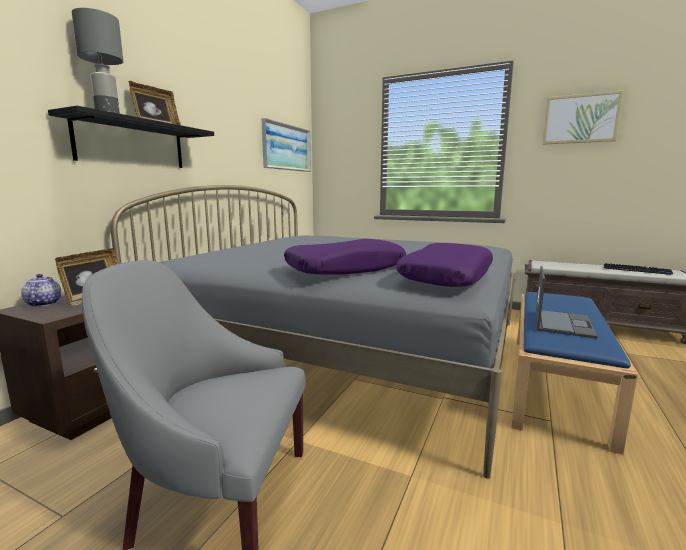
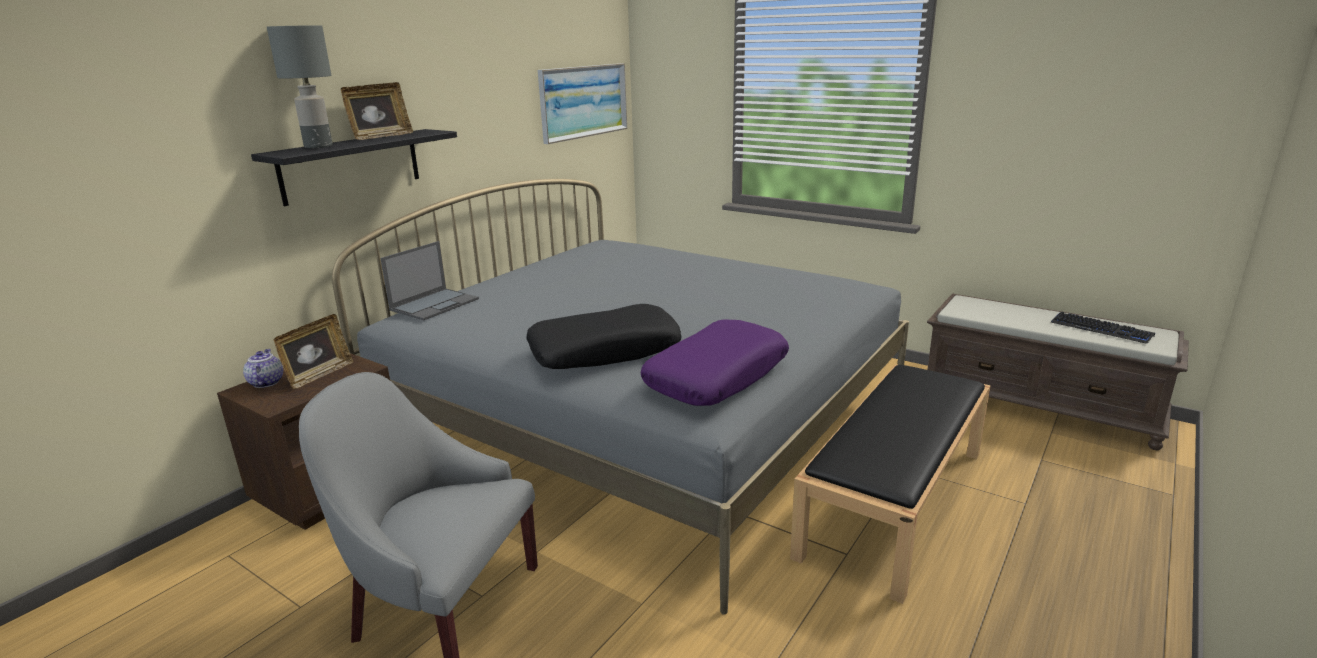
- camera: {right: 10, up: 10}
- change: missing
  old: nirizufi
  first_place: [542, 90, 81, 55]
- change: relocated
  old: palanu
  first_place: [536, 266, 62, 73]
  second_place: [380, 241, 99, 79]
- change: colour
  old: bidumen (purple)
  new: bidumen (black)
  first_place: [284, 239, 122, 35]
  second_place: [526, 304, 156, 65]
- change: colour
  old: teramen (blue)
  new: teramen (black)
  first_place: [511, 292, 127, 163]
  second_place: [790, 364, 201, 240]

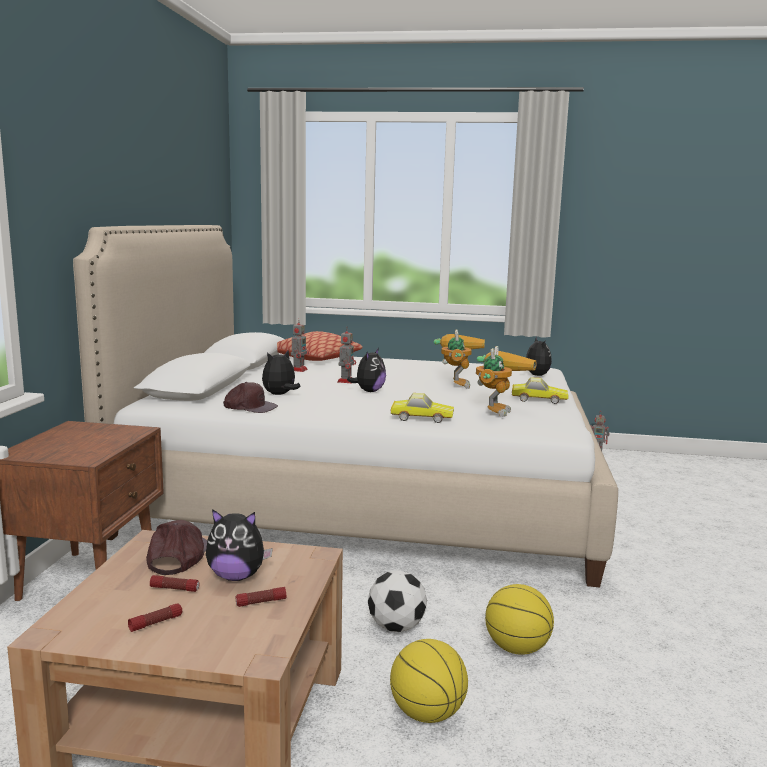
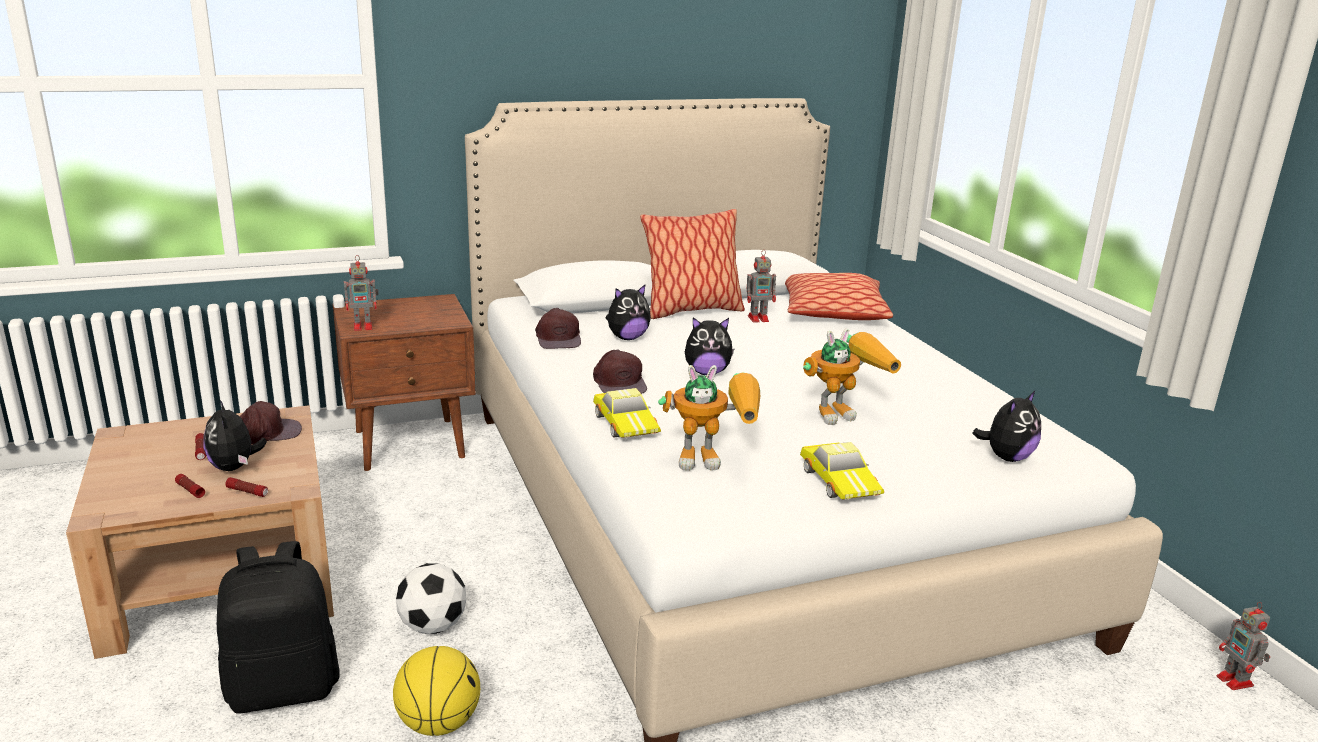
- camera: {right: 60, up: 10}
- change: appeared
  new: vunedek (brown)
  second_place: [593, 349, 54, 45]
- change: appeared
  new: bidumen
  second_place: [640, 209, 105, 110]
- change: relocated
  old: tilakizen
  first_place: [128, 603, 54, 29]
  second_place: [225, 477, 43, 20]
- change: relocated
  old: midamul
  first_place: [337, 328, 19, 55]
  second_place: [344, 255, 35, 76]
- change: exchanged
  old: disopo
  new: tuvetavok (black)
  first_place: [390, 639, 78, 84]
  second_place: [217, 541, 123, 173]
- change: spun
  old: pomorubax
  first_place: [262, 350, 38, 45]
  second_place: [606, 284, 45, 56]
  degrees: 135

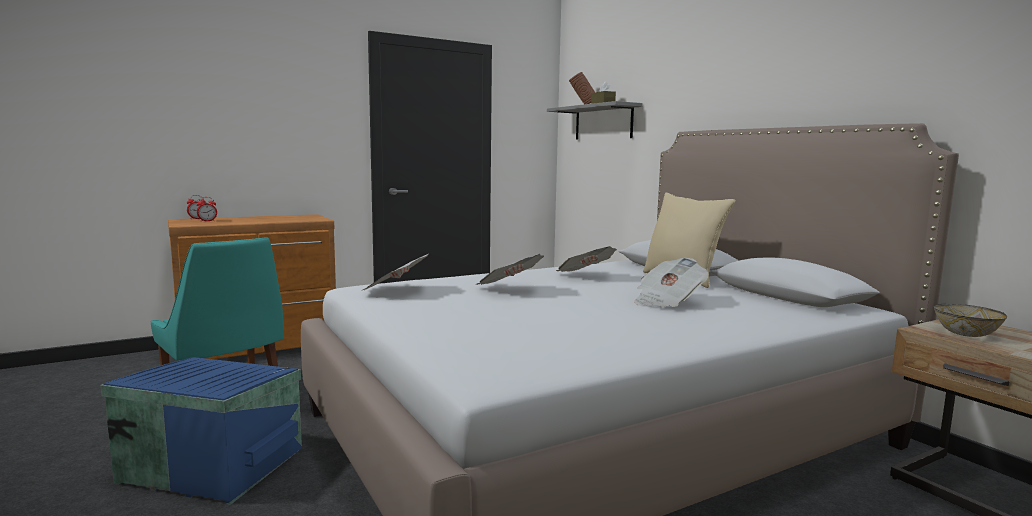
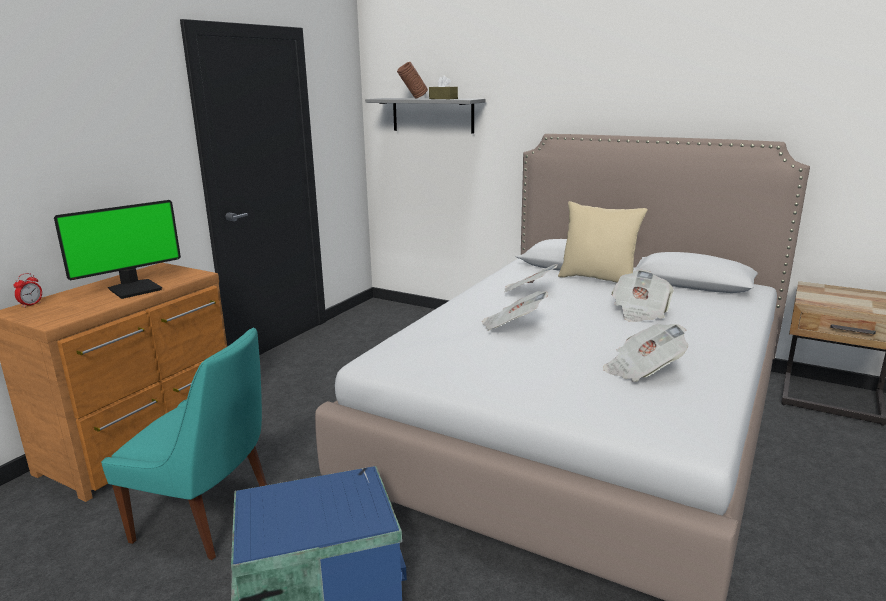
- camera: {right: -30, up: 10}
- change: missing
  old: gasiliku
  first_place: [197, 197, 20, 25]
- change: missing
  old: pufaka
  first_place: [934, 304, 73, 33]
- change: appeared
  new: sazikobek
  second_place: [54, 200, 127, 99]
- change: relocated
  old: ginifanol
  first_place: [363, 254, 65, 36]
  second_place: [603, 324, 85, 58]

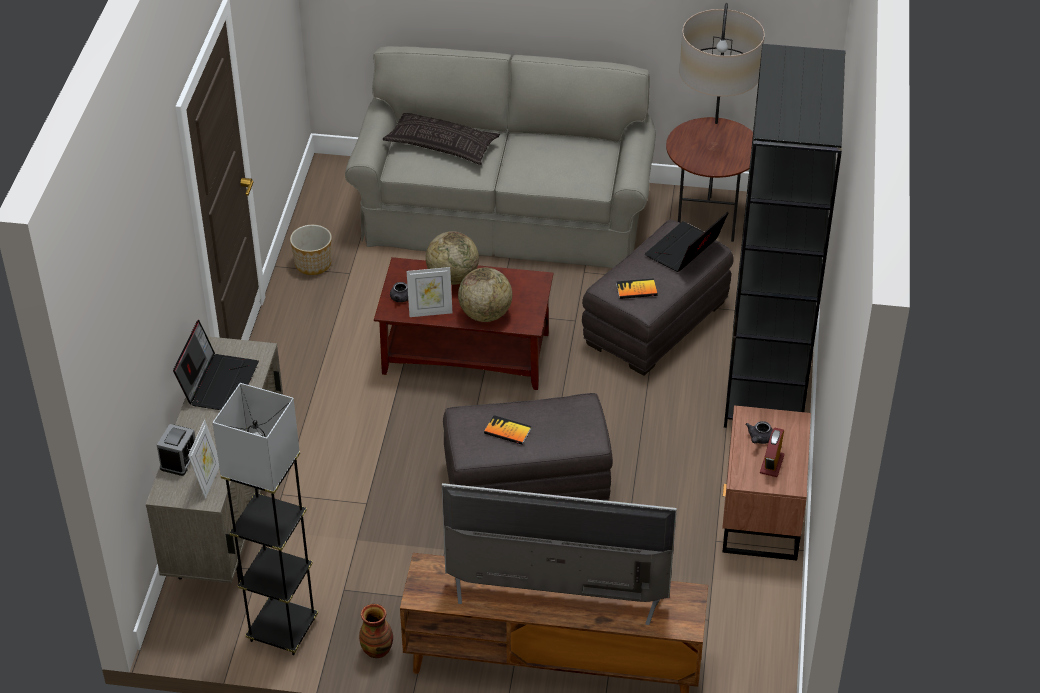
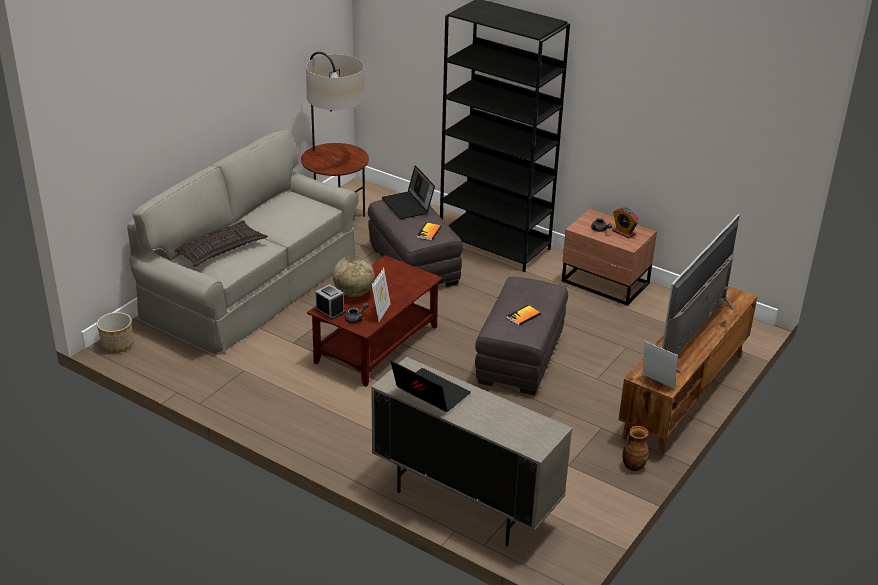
- camera: {right: -65, up: -10}
- change: missing
  old: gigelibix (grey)
  first_place: [213, 383, 105, 272]
- change: missing
  old: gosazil
  first_place: [458, 268, 54, 54]
- change: relocated
  old: gasiliku
  first_place: [157, 424, 39, 52]
  second_place: [315, 284, 30, 36]
- change: relocated
  old: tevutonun
  first_place: [188, 420, 31, 79]
  second_place: [642, 341, 35, 48]
- change: relocated
  old: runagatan
  first_place: [290, 225, 42, 50]
  second_place: [97, 312, 36, 41]

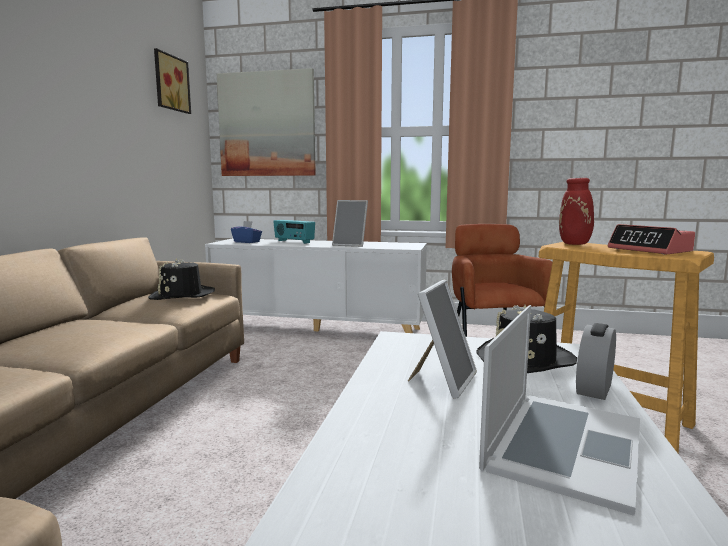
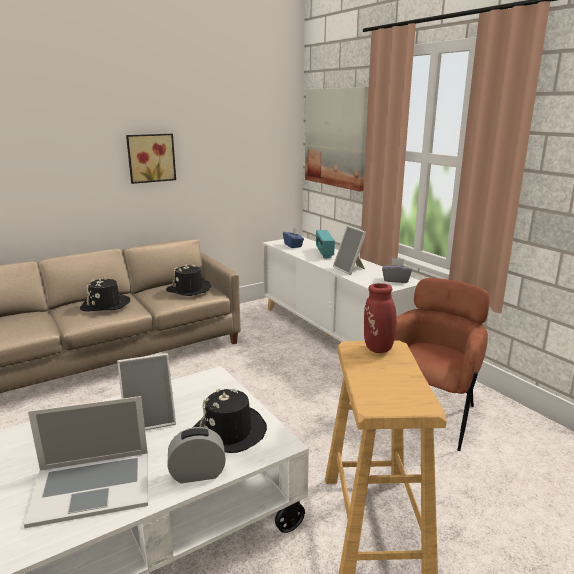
- camera: {right: 45, up: 10}
- change: missing
  old: gasiliku
  first_place: [608, 224, 87, 30]
- change: appeared
  new: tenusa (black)
  second_place: [80, 277, 50, 35]
- change: appeared
  new: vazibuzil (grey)
  second_place: [382, 258, 30, 25]
- change: relocated
  old: nirizufi
  first_place: [154, 48, 37, 66]
  second_place: [126, 134, 50, 50]

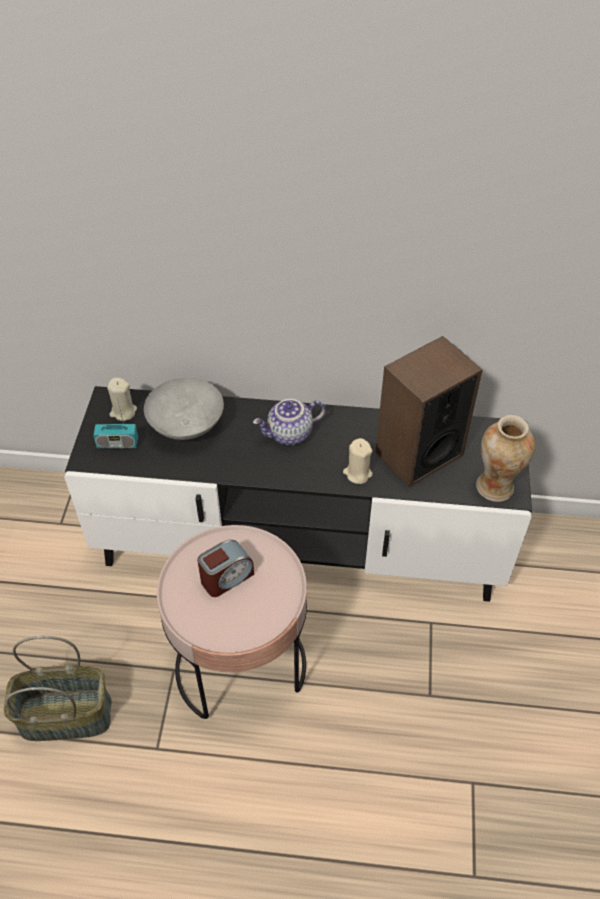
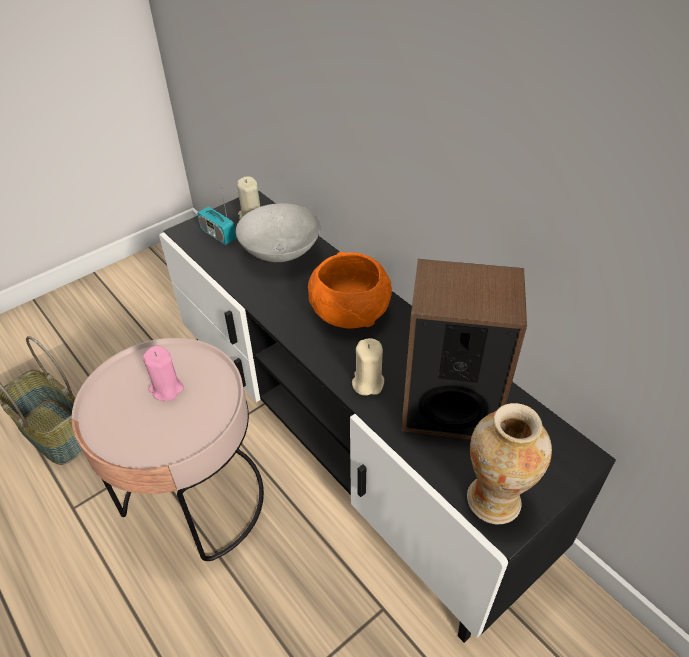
- camera: {right: 45, up: -5}
- change: exchanged
  old: gasiliku
  new: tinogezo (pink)
  first_place: [197, 540, 57, 57]
  second_place: [143, 346, 41, 56]
- change: exchanged
  old: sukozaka
  new: pufaka (orange)
  first_place: [253, 399, 72, 46]
  second_place: [308, 252, 84, 76]

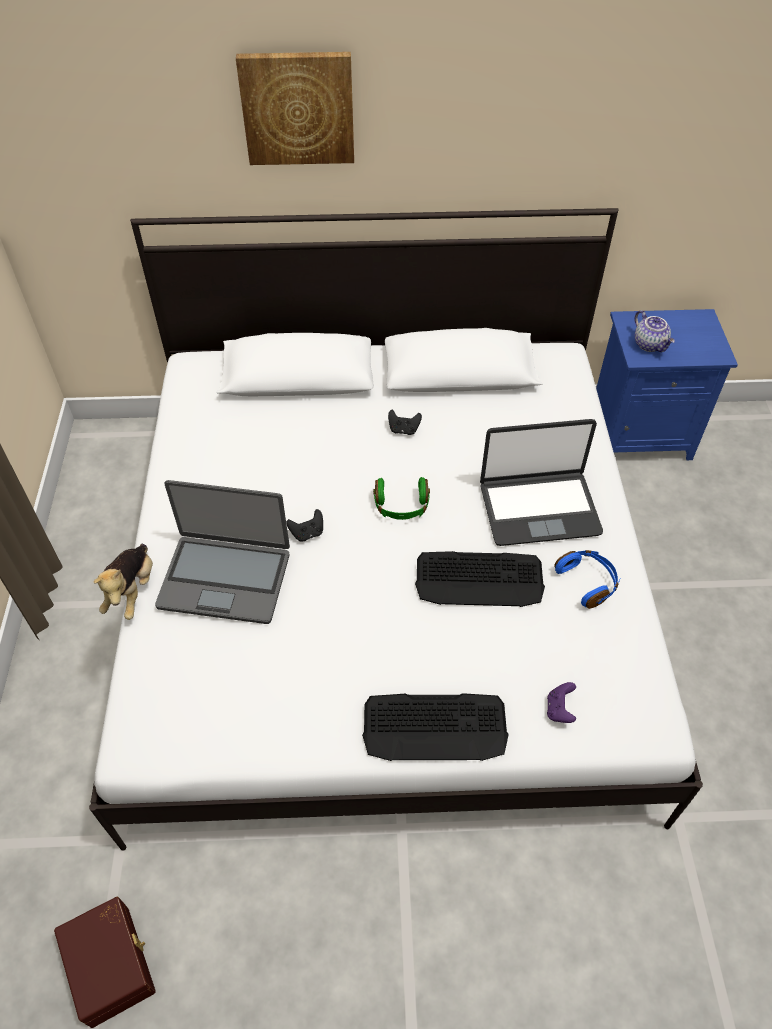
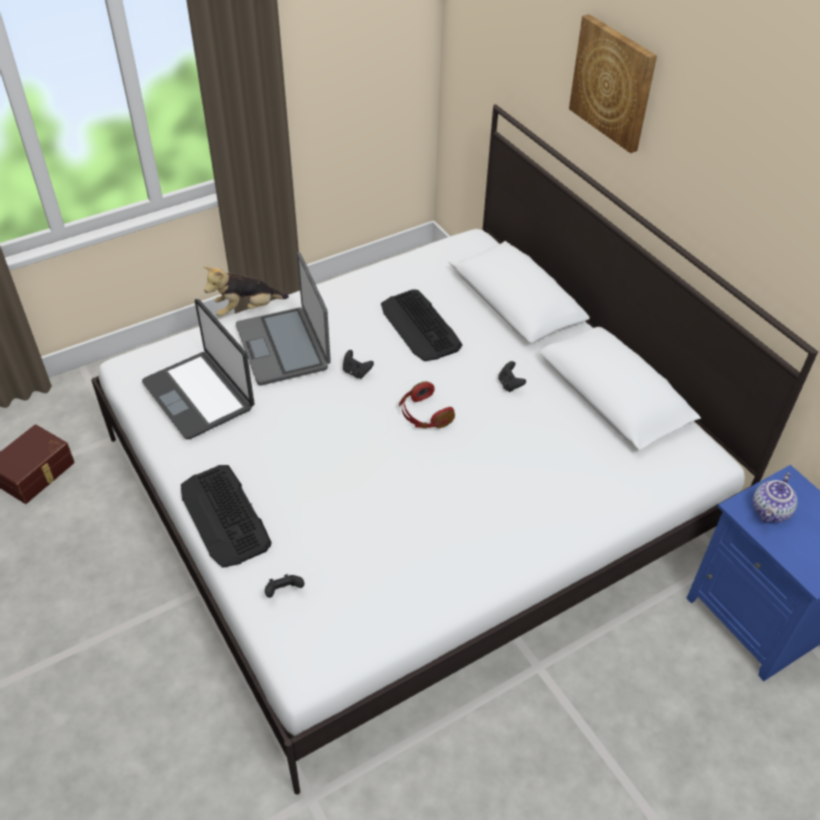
- camera: {right: 60, up: -5}
- change: missing
  old: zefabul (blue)
  first_place: [554, 550, 66, 59]
- change: relocated
  old: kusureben
  first_place: [415, 551, 130, 56]
  second_place: [381, 289, 81, 72]
- change: relocated
  old: palanu
  first_place: [480, 419, 123, 127]
  second_place: [142, 299, 112, 140]
- change: colour
  old: zefabul (green)
  new: zefabul (red)
  first_place: [373, 477, 57, 43]
  second_place: [399, 381, 56, 47]
- change: colour
  old: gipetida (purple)
  new: gipetida (black)
  first_place: [547, 682, 29, 41]
  second_place: [265, 574, 39, 24]

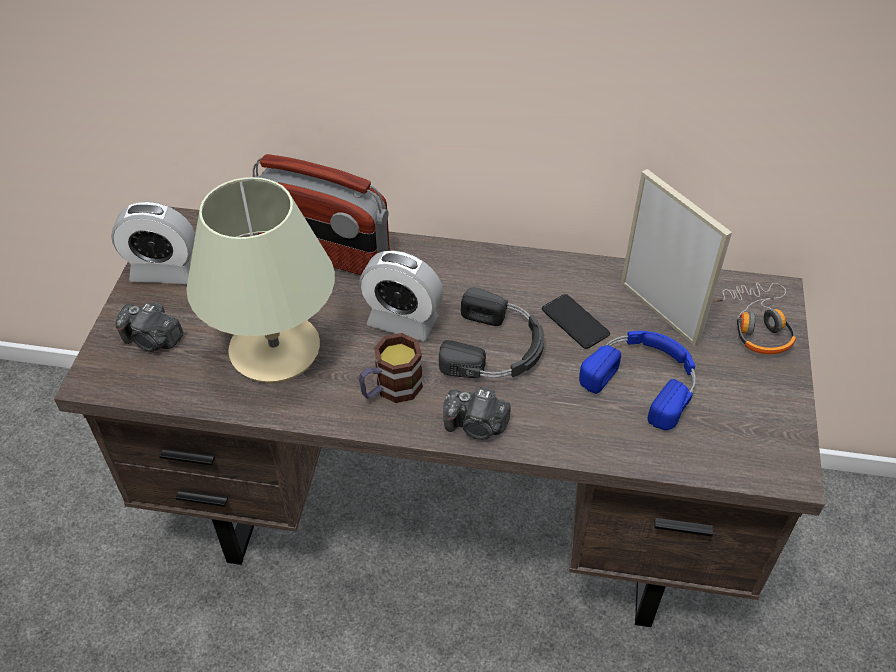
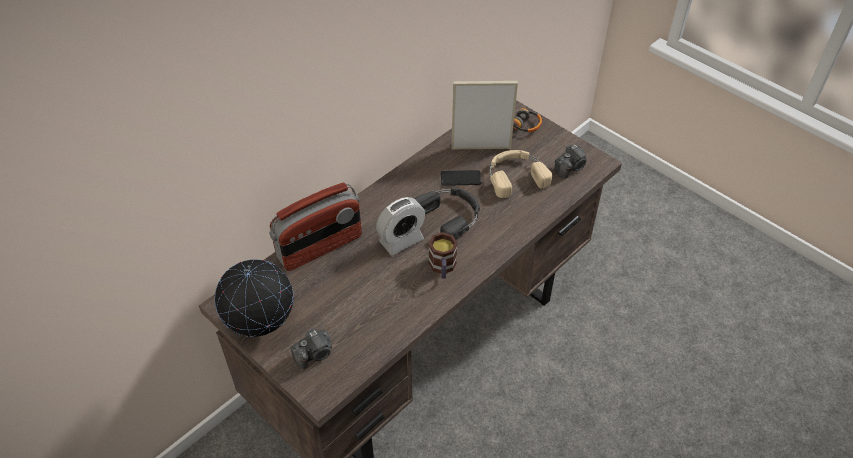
- camera: {right: -55, up: 0}
- change: missing
  old: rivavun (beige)
  first_place: [186, 177, 149, 206]
- change: relocated
  old: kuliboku
  first_place: [443, 386, 68, 54]
  second_place: [554, 145, 32, 33]
- change: exchanged
  old: gasiliku
  new: gosazil
  first_place: [111, 202, 84, 82]
  second_place: [215, 259, 78, 78]
- change: colour
  old: zefabul (blue)
  new: zefabul (beige)
  first_place: [579, 331, 117, 99]
  second_place: [489, 150, 63, 48]

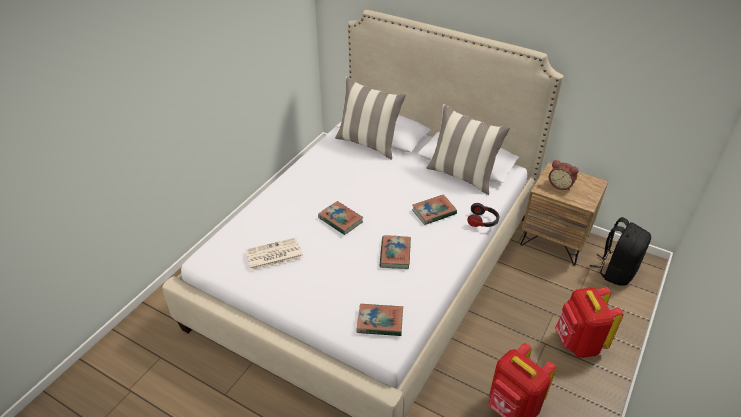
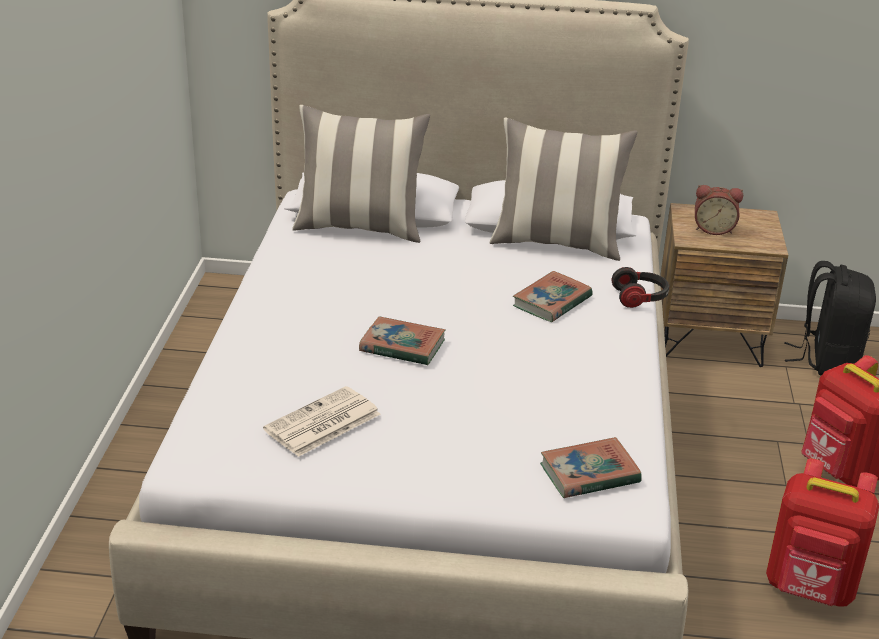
- camera: {right: -25, up: -10}
- change: missing
  old: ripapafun
  first_place: [380, 236, 31, 33]

